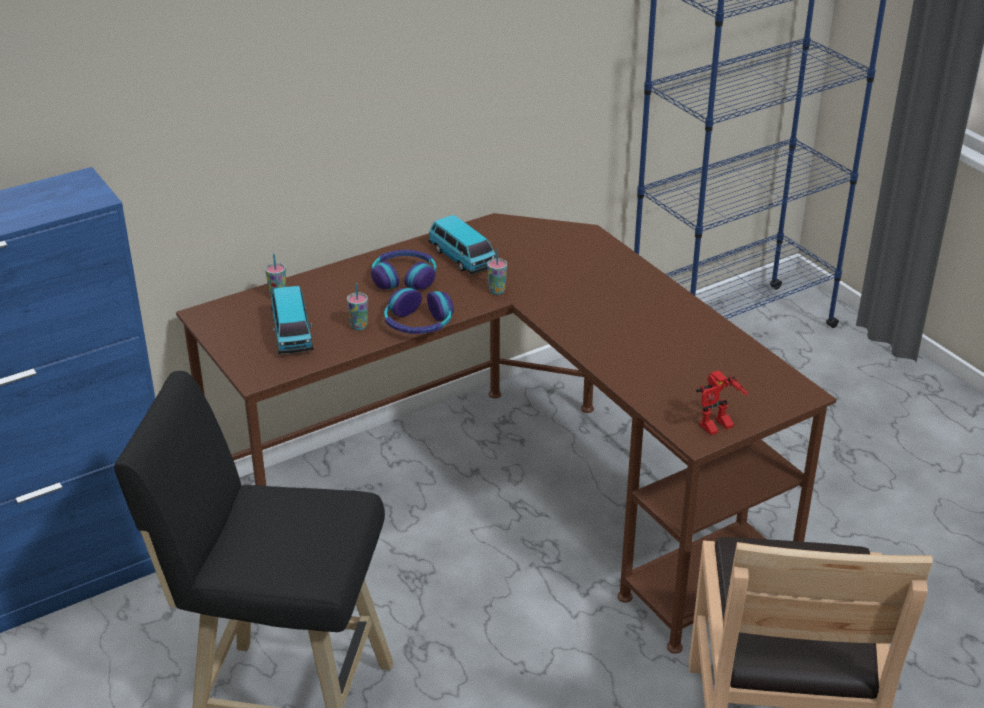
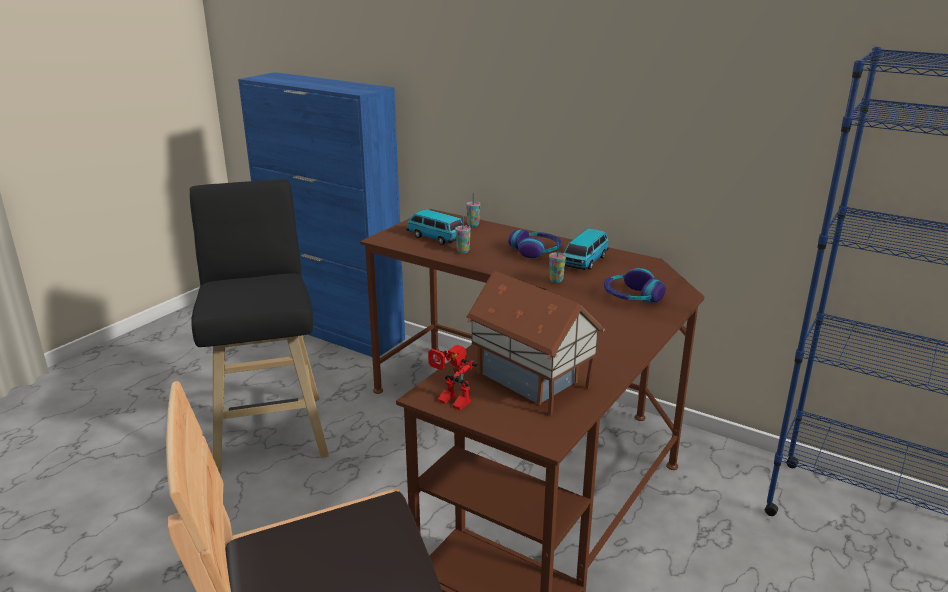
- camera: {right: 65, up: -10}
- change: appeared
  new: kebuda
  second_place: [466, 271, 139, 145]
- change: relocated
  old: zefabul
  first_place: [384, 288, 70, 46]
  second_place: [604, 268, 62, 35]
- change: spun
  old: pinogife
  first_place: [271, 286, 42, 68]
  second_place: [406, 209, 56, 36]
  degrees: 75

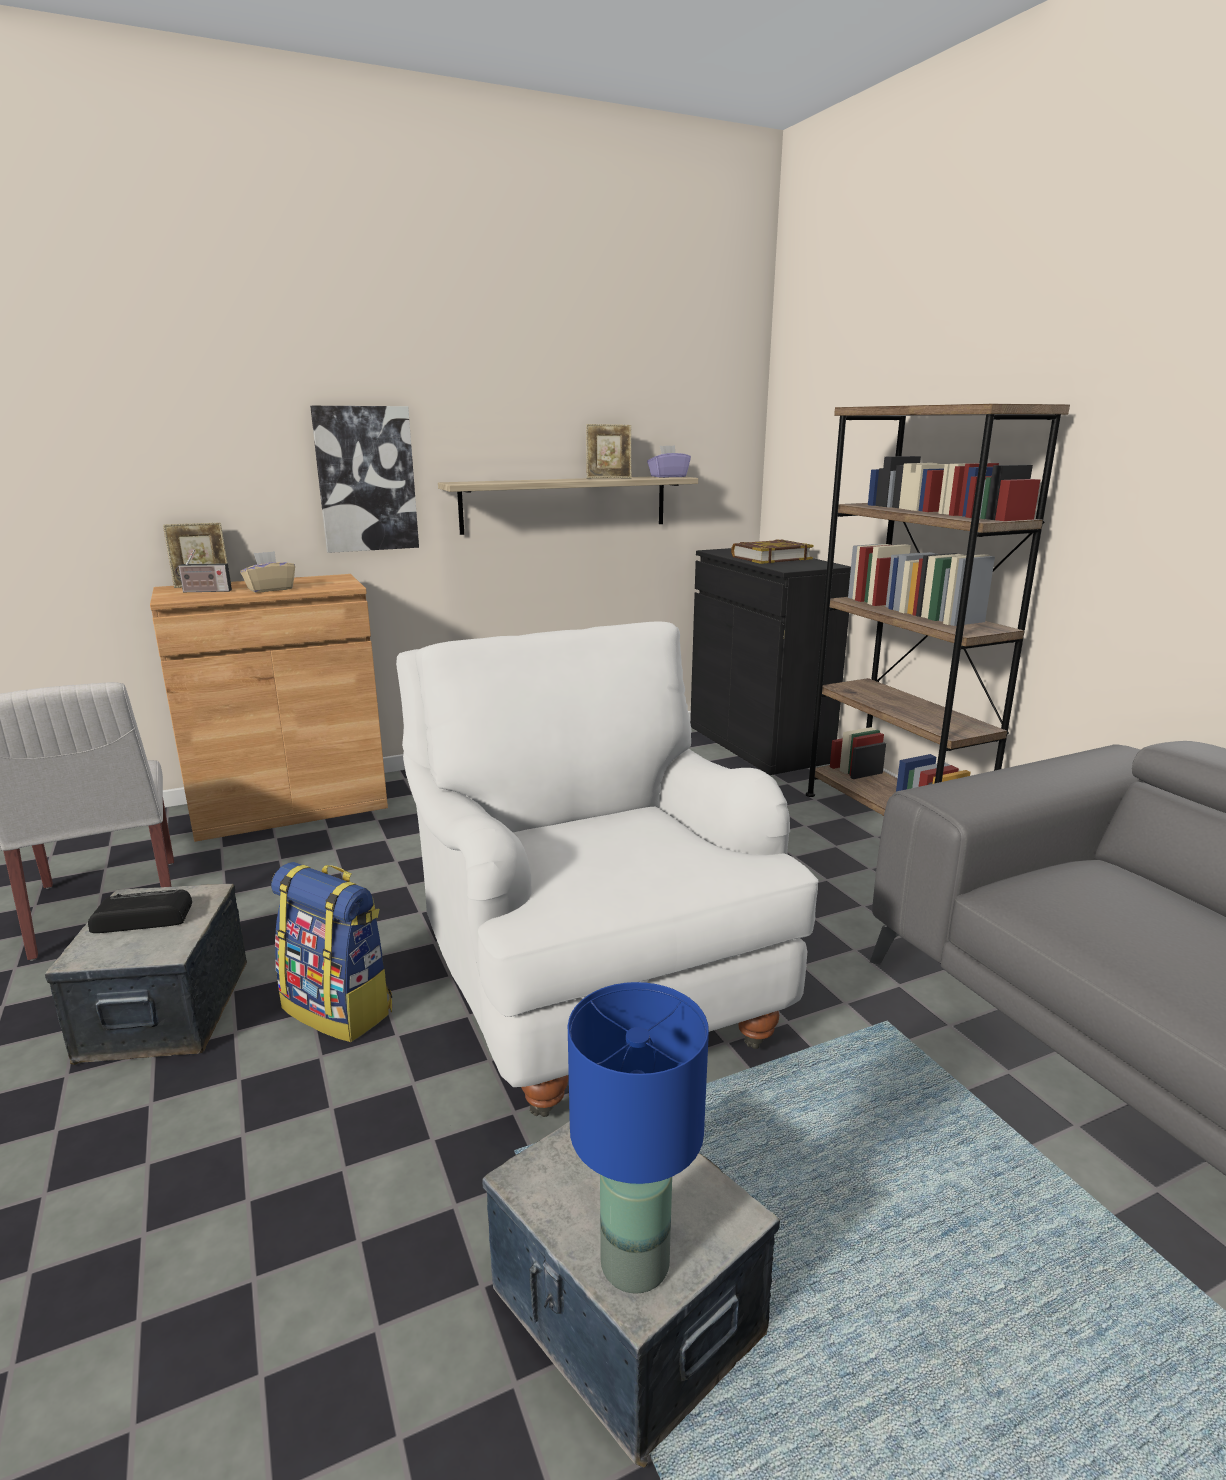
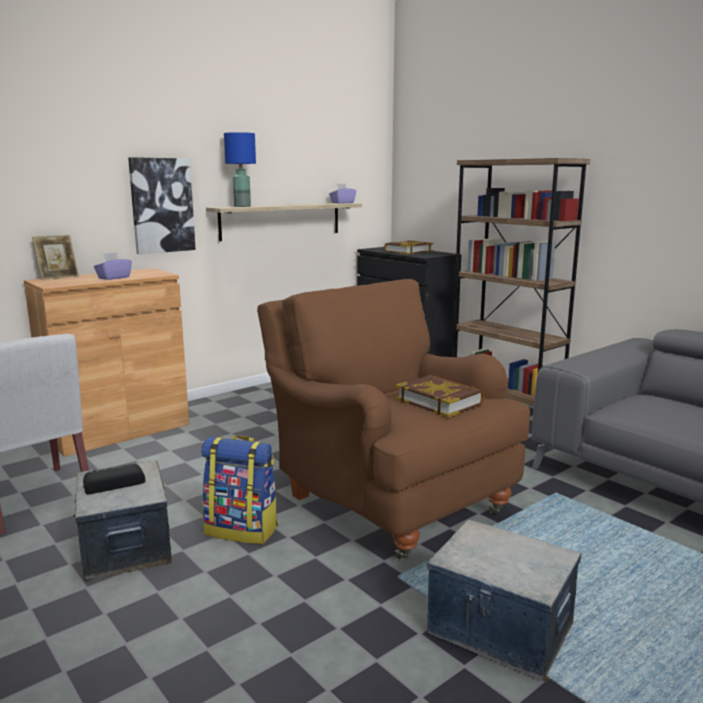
- camera: {right: -15, up: -5}
- change: missing
  old: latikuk
  first_place: [175, 550, 57, 42]
- change: missing
  old: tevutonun
  first_place: [586, 424, 45, 54]
- change: appeared
  new: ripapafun
  second_place: [396, 375, 89, 42]
- change: relocated
  old: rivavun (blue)
  first_place: [568, 982, 141, 312]
  second_place: [224, 132, 32, 75]
- change: colour
  old: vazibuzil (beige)
  new: vazibuzil (purple)
  first_place: [240, 551, 55, 42]
  second_place: [94, 252, 38, 28]
- change: colour
  old: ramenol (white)
  new: ramenol (brown)
  first_place: [396, 621, 422, 496]
  second_place: [257, 279, 273, 281]

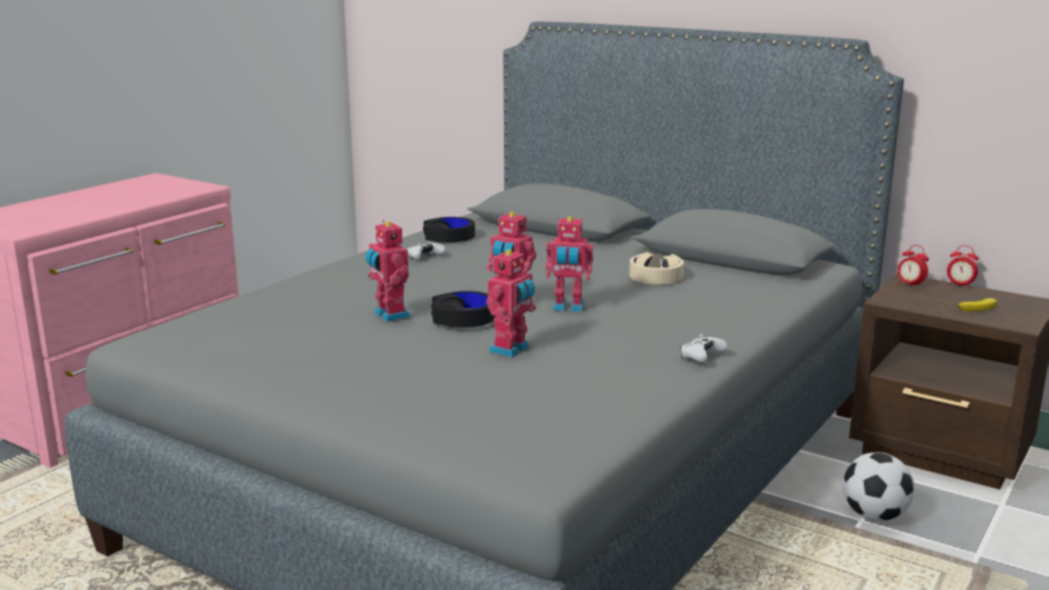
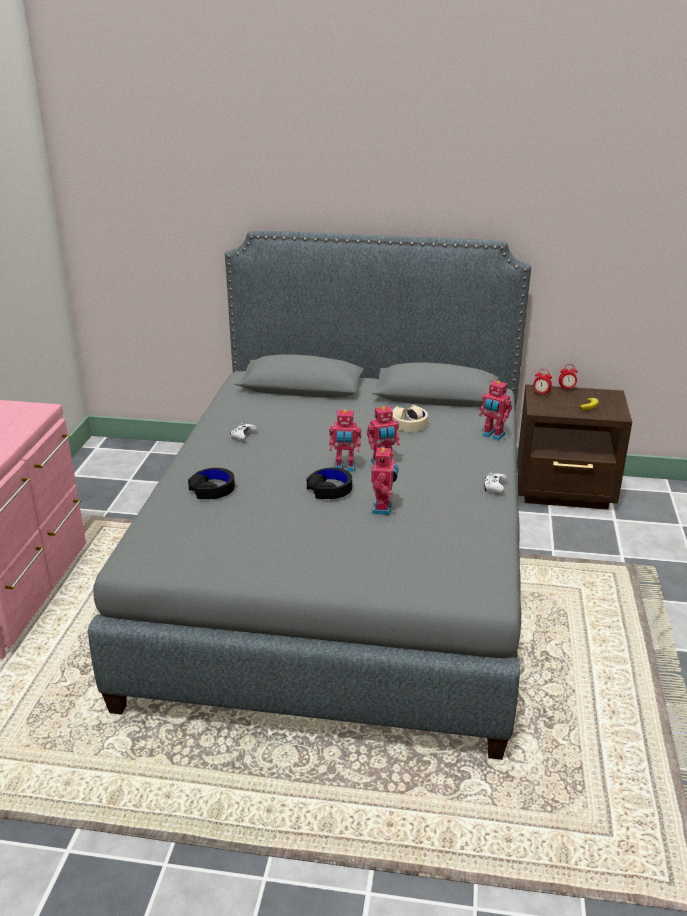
- camera: {right: -25, up: 10}
- change: missing
  old: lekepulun
  first_place: [843, 452, 71, 69]
- change: relocated
  old: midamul
  first_place: [366, 220, 44, 102]
  second_place: [479, 380, 33, 61]
- change: relocated
  old: zefabul (black)
  first_place: [423, 217, 52, 26]
  second_place: [188, 468, 47, 31]

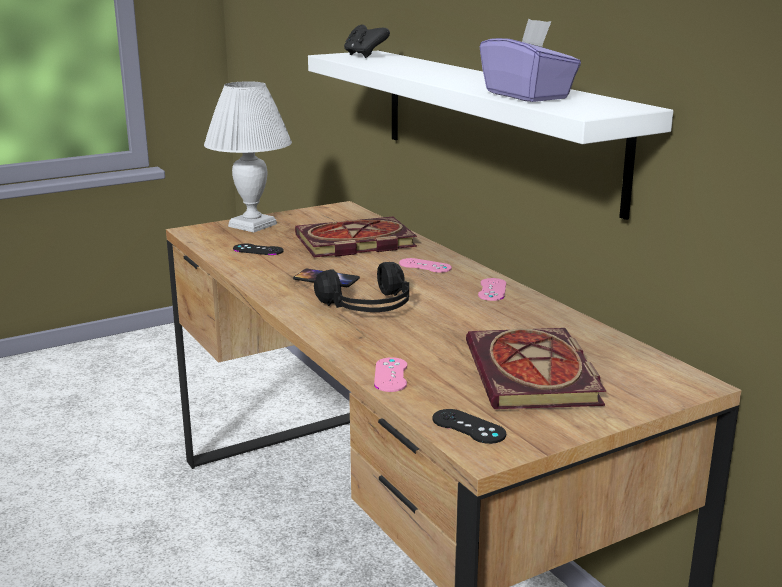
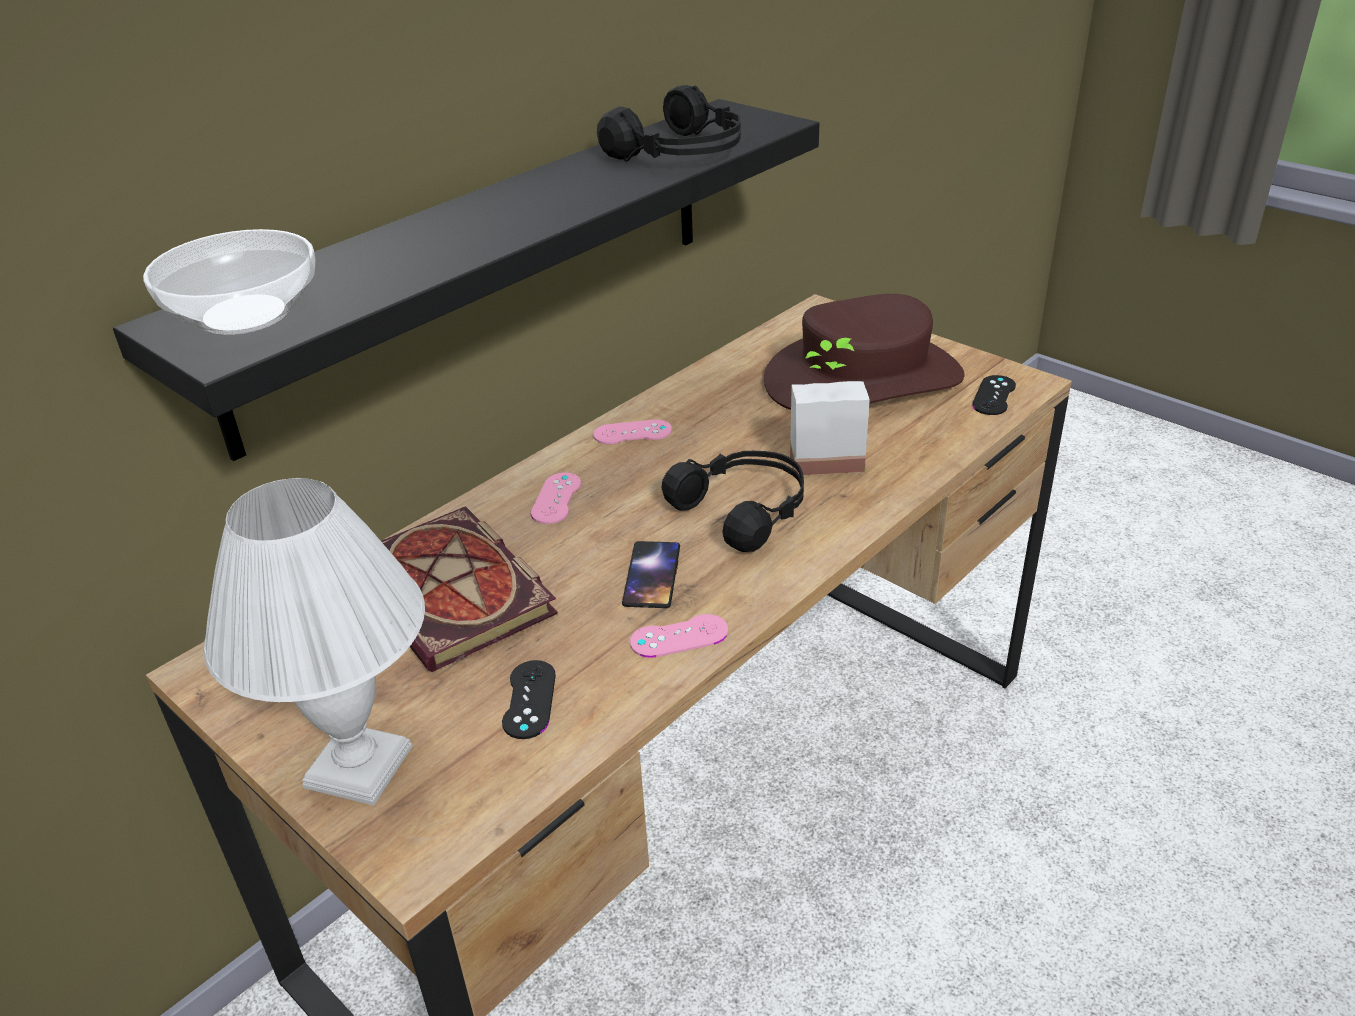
- camera: {right: -105, up: 15}
- change: appeared
  new: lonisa
  second_place: [790, 338, 80, 137]
- change: relocated
  old: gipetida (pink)
  first_place: [374, 357, 33, 35]
  second_place: [630, 614, 98, 44]
- change: exchanged
  old: gipetida (black)
  new: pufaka
  first_place: [344, 25, 46, 33]
  second_place: [143, 229, 172, 106]
- change: exchanged
  old: ripapafun
  new: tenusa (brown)
  first_place: [466, 328, 140, 81]
  second_place: [764, 294, 201, 116]
- change: exchanged
  old: vazibuzil (purple)
  new: zefabul (black)
  first_place: [480, 19, 101, 83]
  second_place: [597, 85, 144, 77]
- change: colour
  old: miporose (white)
  new: miporose (black)
  first_place: [308, 51, 365, 169]
  second_place: [113, 99, 707, 362]

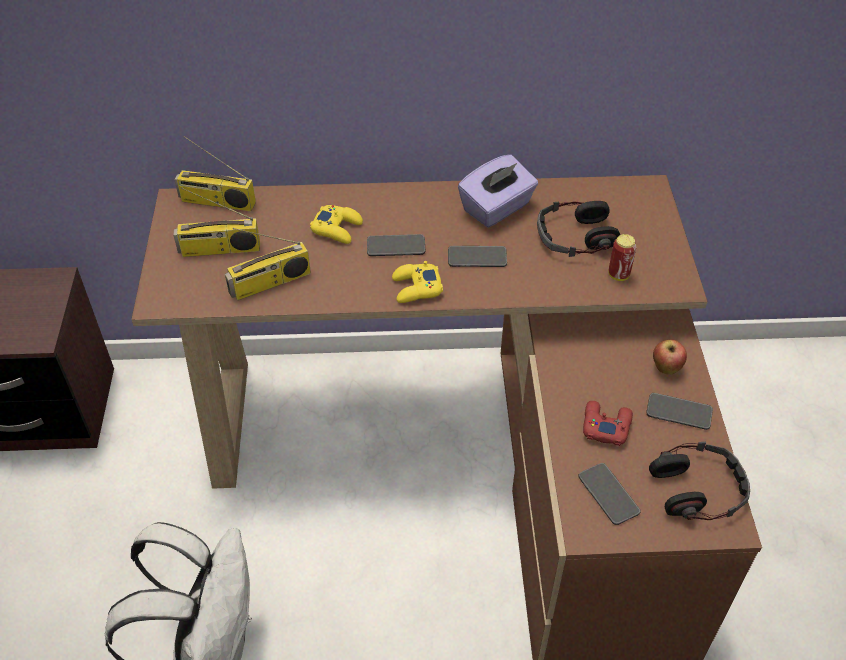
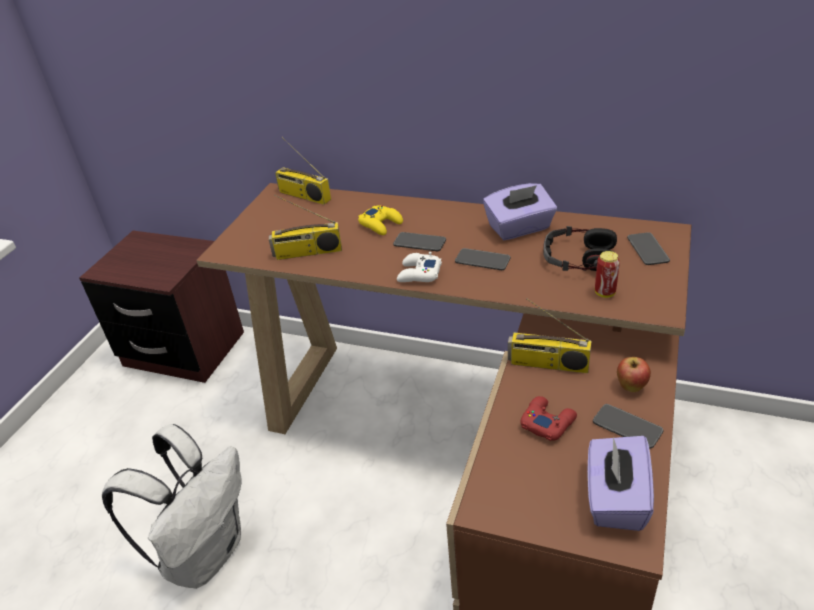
- camera: {right: 25, up: -10}
- change: relocated
  old: latikuk
  first_place: [173, 188, 87, 69]
  second_place: [508, 298, 83, 75]
- change: relocated
  old: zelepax
  first_place: [578, 463, 63, 62]
  second_place: [627, 232, 43, 33]
- change: exchanged
  old: zefabul
  new: vazibuzil (purple)
  first_place: [649, 442, 101, 78]
  second_place: [587, 436, 67, 95]
- change: colour
  old: gipetida (yellow)
  new: gipetida (white)
  first_place: [392, 261, 51, 42]
  second_place: [397, 252, 45, 30]

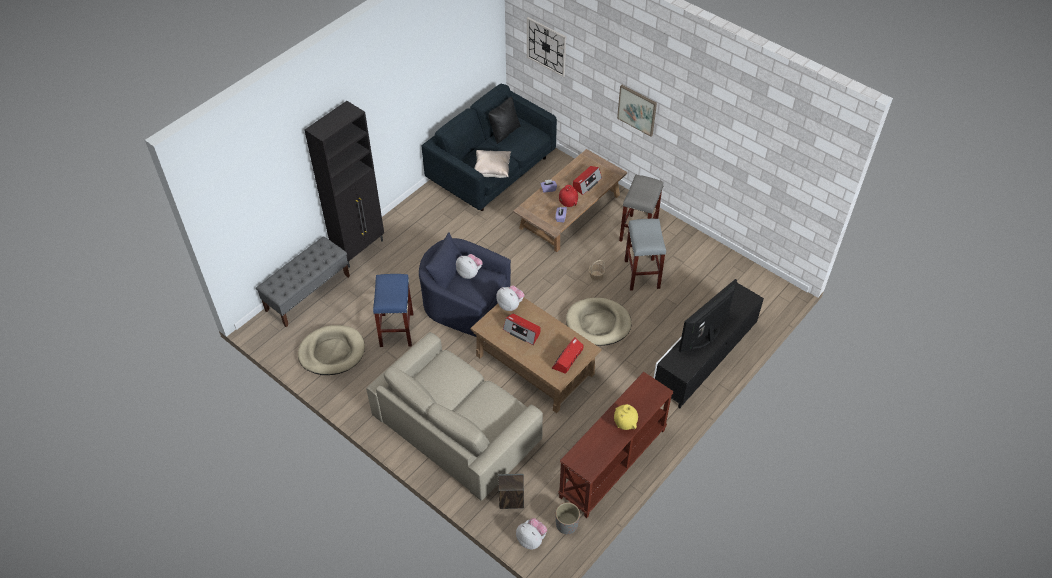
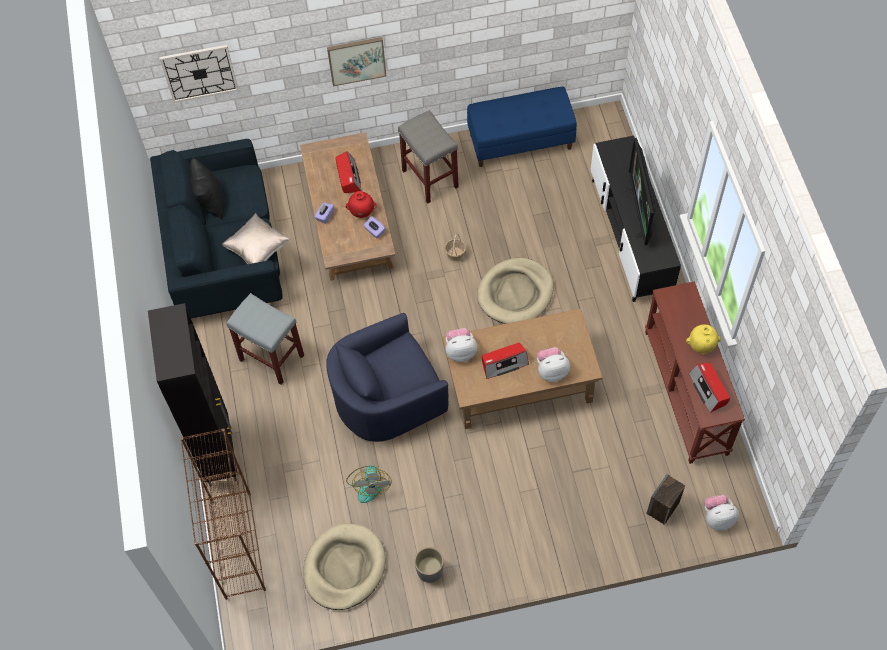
- camera: {right: -50, up: 10}
- change: missing
  old: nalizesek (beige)
  first_place: [366, 332, 177, 169]
- change: appeared
  new: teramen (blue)
  second_place: [467, 87, 110, 80]
- change: relocated
  old: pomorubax
  first_place: [456, 254, 27, 25]
  second_place: [537, 347, 33, 35]
- change: relocated
  old: latikuk
  first_place: [552, 337, 32, 37]
  second_place: [689, 363, 41, 50]
- change: relocated
  old: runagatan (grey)
  first_place: [555, 502, 25, 33]
  second_place: [414, 547, 30, 36]
- change: relocated
  old: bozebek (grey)
  first_place: [624, 219, 42, 72]
  second_place: [226, 293, 78, 92]
- change: exchanged
  old: teramen (grey)
  new: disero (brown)
  first_place: [256, 236, 94, 91]
  second_place: [180, 428, 86, 172]
- change: exchanged
  old: bozebek (blue)
  new: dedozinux
  first_place: [373, 274, 40, 73]
  second_place: [346, 466, 46, 37]

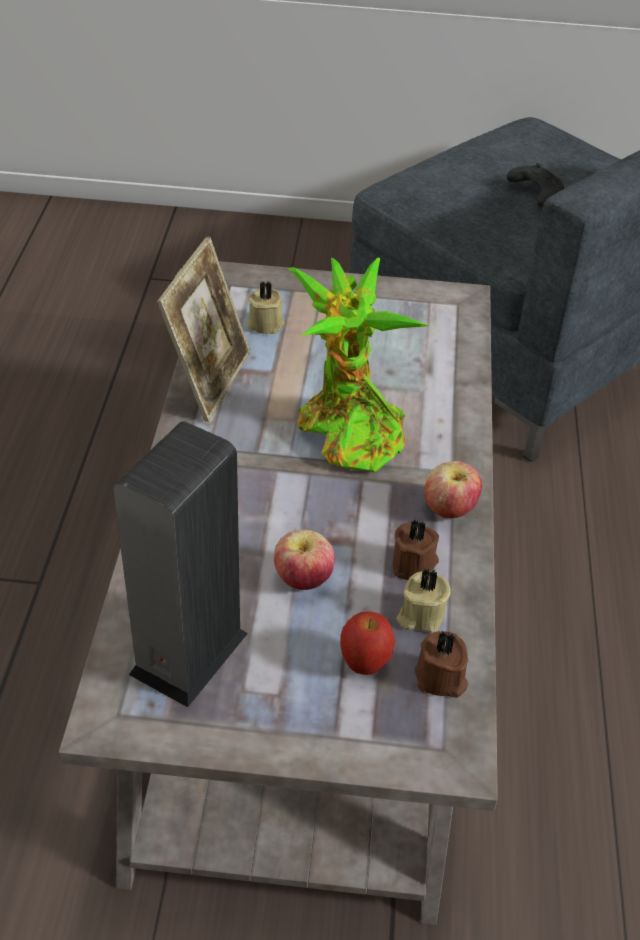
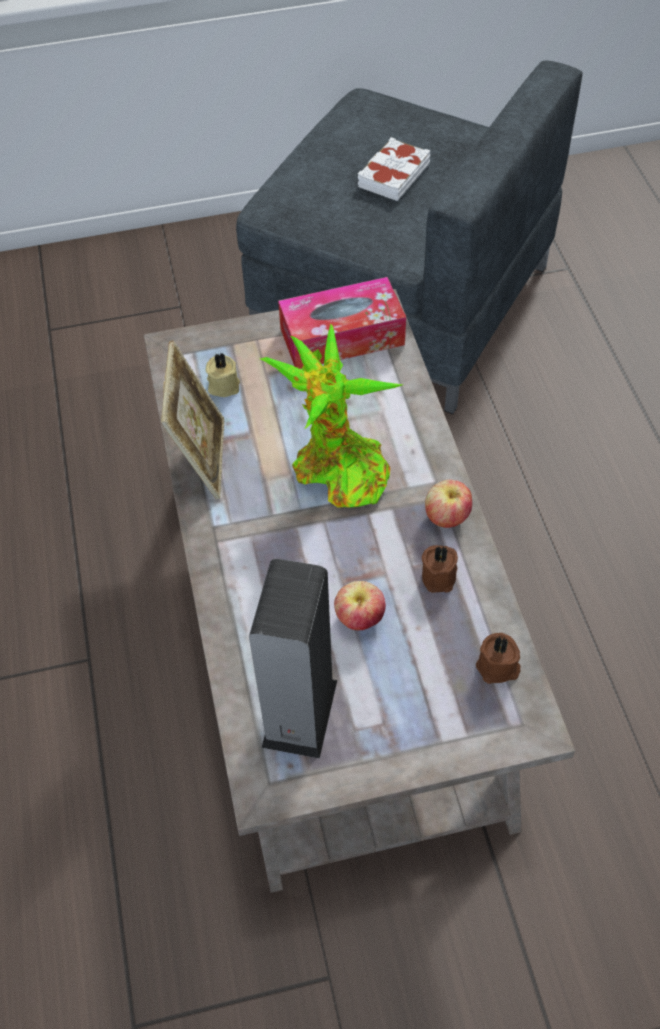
- camera: {right: -15, up: 10}
- change: missing
  old: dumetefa
  first_place: [340, 611, 55, 64]
- change: missing
  old: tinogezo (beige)
  first_place: [396, 569, 54, 64]
- change: appeared
  new: vazibuzil
  second_place: [278, 277, 128, 92]
- change: exchanged
  old: gipetida (black)
  new: ripapafun (white)
  first_place: [506, 163, 58, 44]
  second_place: [358, 137, 73, 64]

